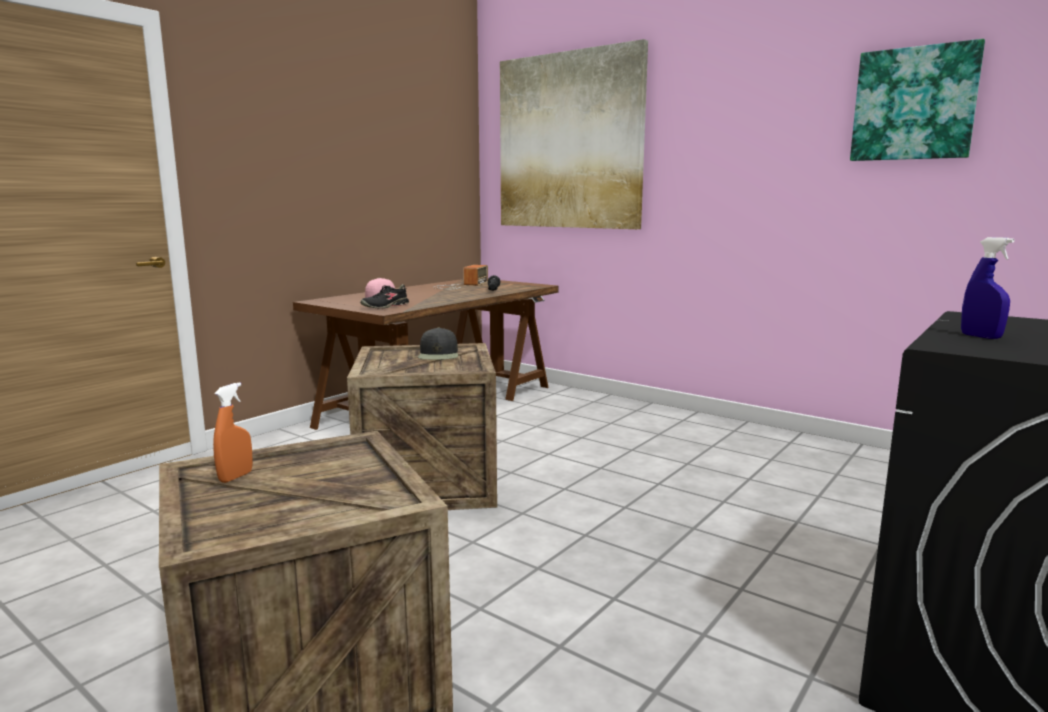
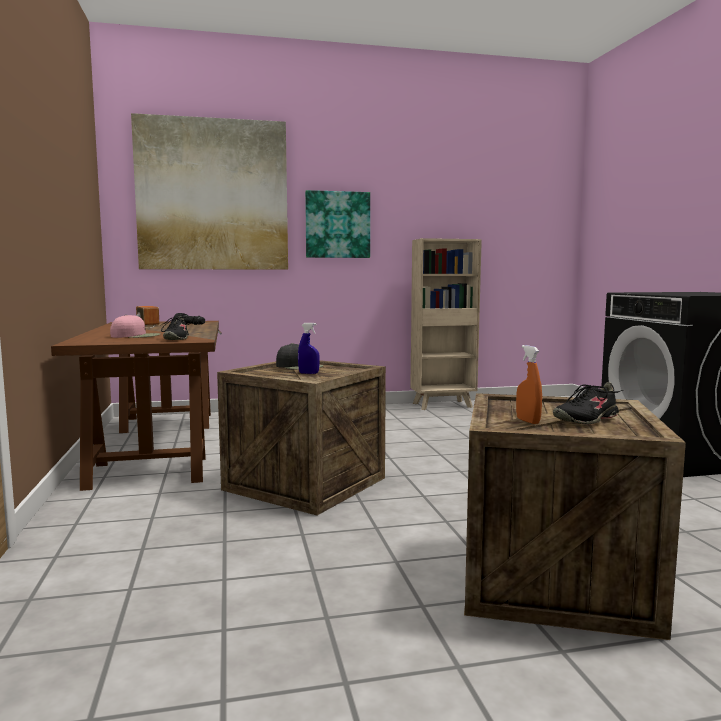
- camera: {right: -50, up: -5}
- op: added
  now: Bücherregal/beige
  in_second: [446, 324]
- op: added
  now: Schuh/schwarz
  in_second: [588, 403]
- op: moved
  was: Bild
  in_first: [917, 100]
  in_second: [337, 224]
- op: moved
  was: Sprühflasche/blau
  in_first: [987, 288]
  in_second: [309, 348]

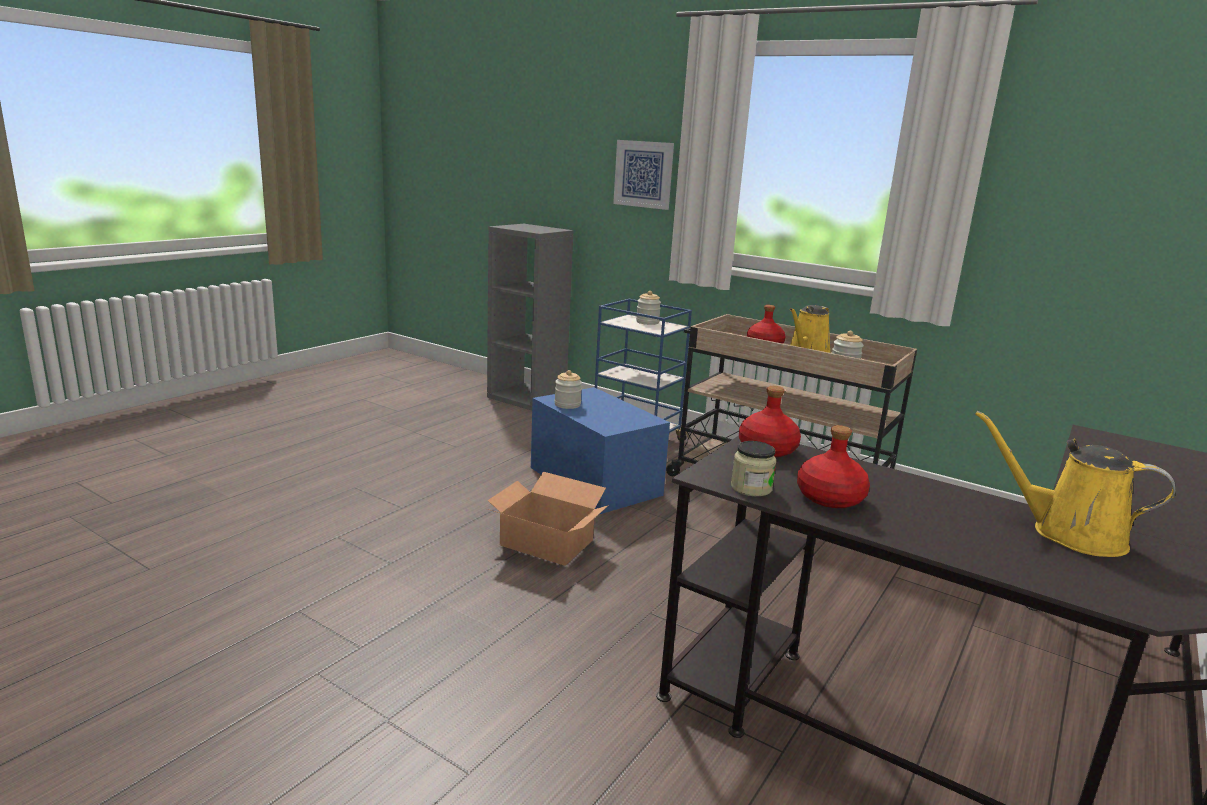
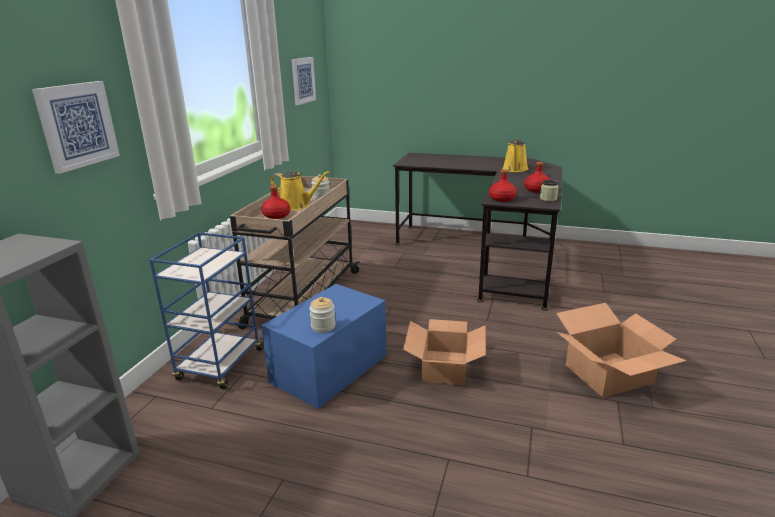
- camera: {right: -105, up: 5}
- op: removed
  was: Vorratsglas
  in_first: [648, 308]
- op: added
  now: Bild
  in_second: [303, 81]
- op: added
  now: Karton
  in_second: [621, 350]

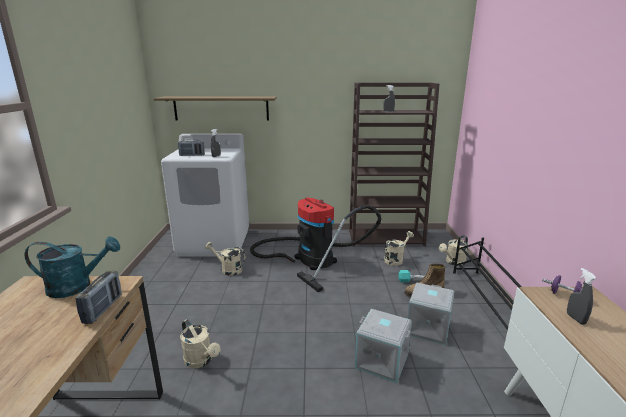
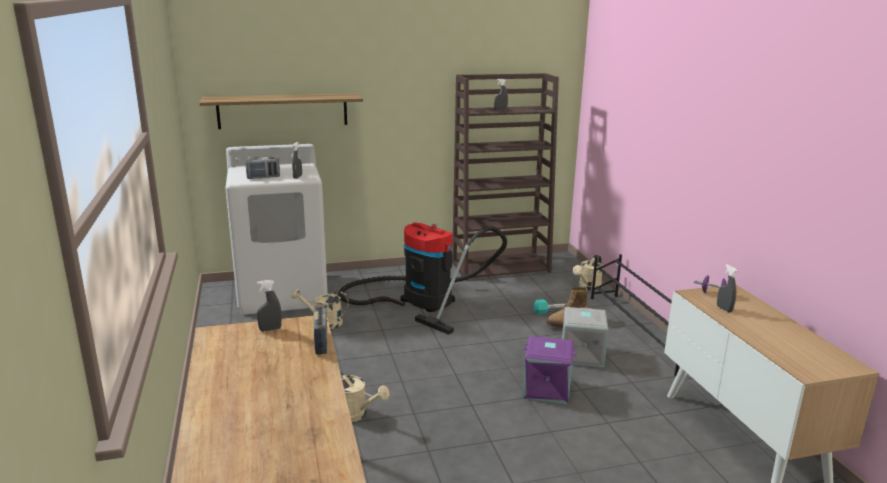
- camera: {right: -15, up: 0}
- op: removed
  was: Gießkanne/beige
  in_first: [399, 248]
- op: replaced
  was: Gießkanne/türkis
  now: Sprühflasche/grau
  in_first: [72, 267]
  in_second: [269, 305]
- op: recoloured
  was: Aufbewahrungsbox/grau
  now: Aufbewahrungsbox/lila
  in_first: [383, 346]
  in_second: [549, 370]

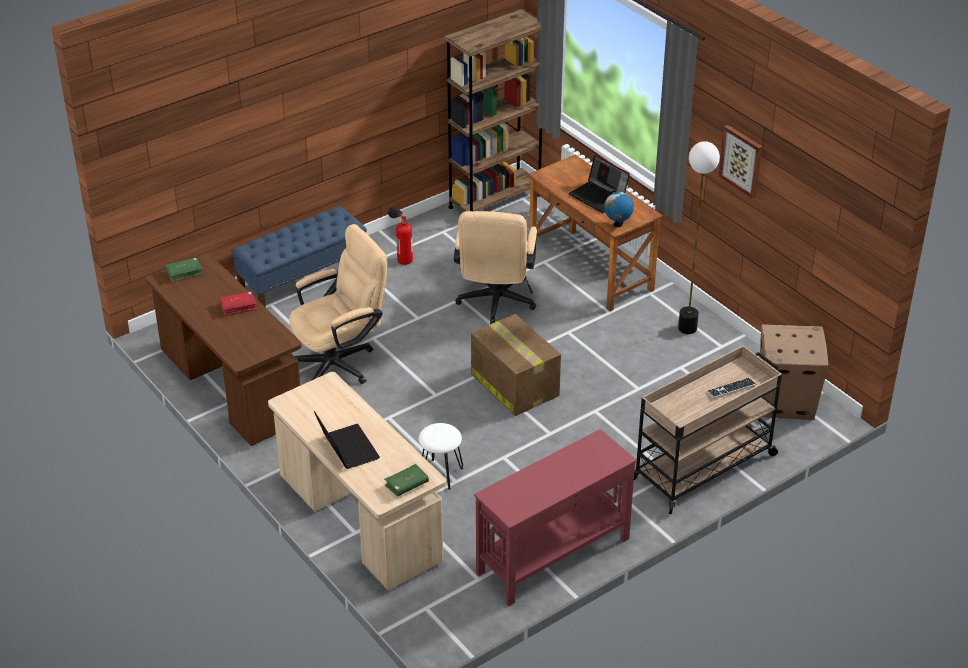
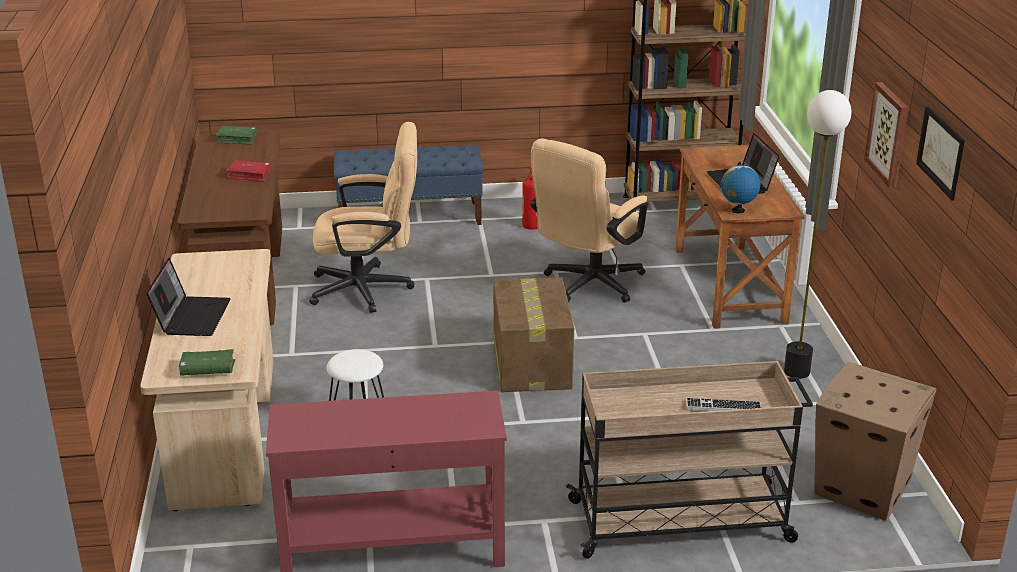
- camera: {right: 30, up: -10}
- op: added
  now: Bild
  in_second: [940, 153]

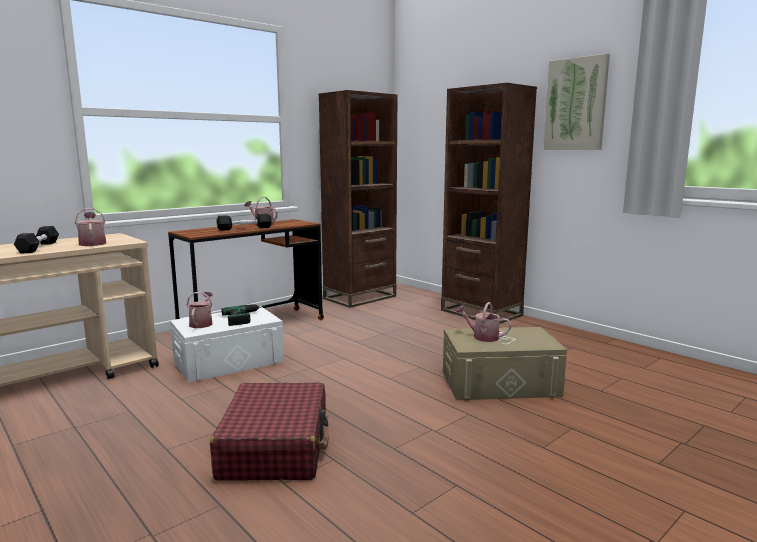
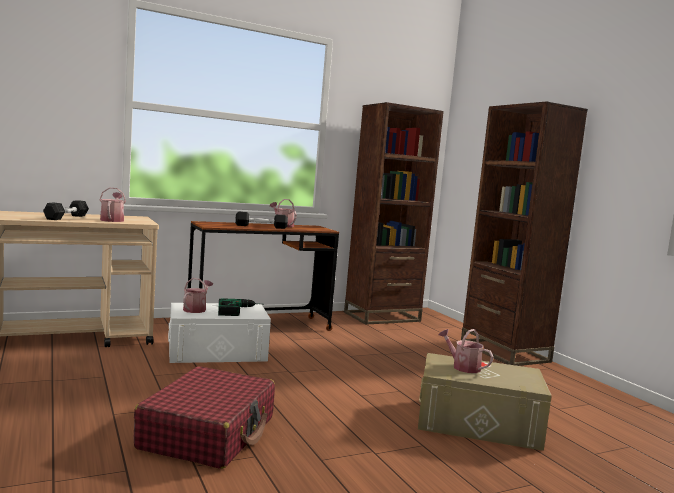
- camera: {right: 15, up: -5}
- op: removed
  was: Bild
  in_first: [576, 102]

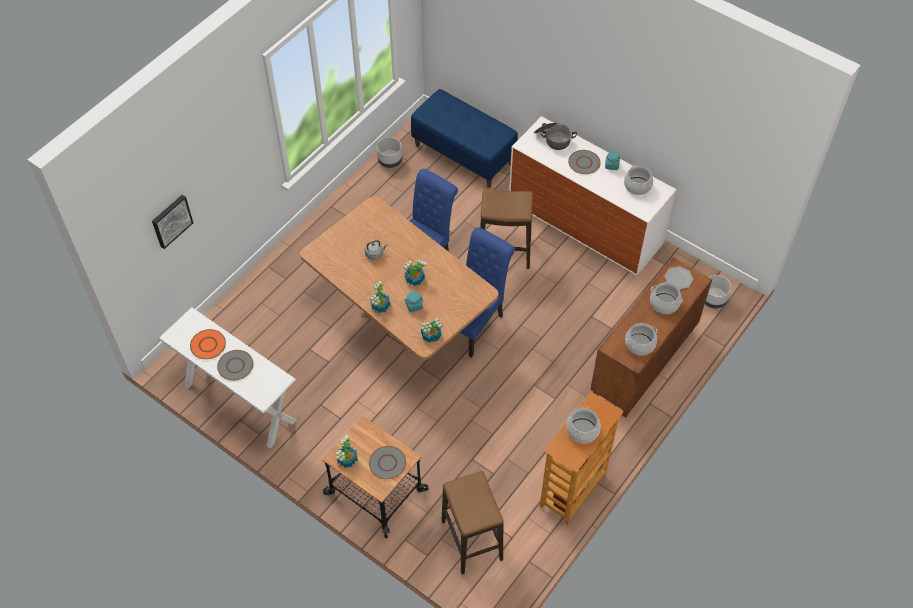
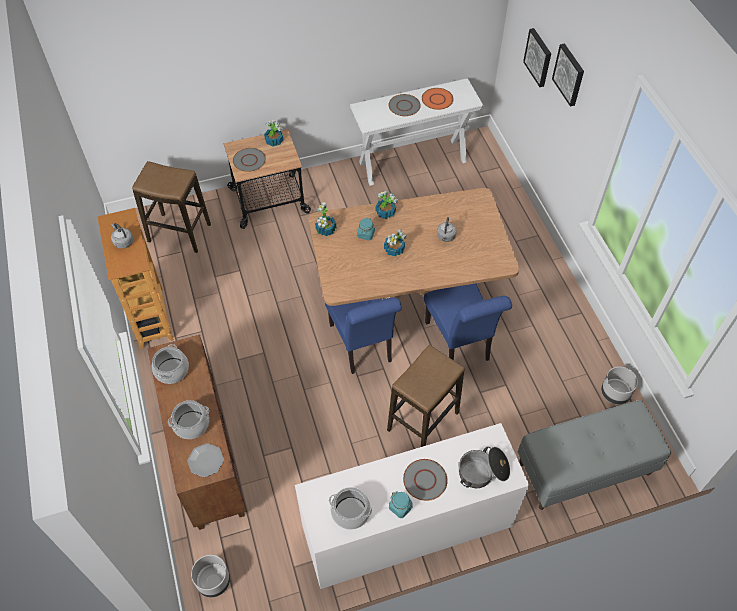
- camera: {right: 125, up: 0}
- op: added
  now: Bild
  in_second: [568, 74]
- op: replaced
  was: Kochtopf
  now: Wasserkessel/grau
  in_first: [583, 424]
  in_second: [122, 236]
- op: recoloured
  was: Bank/blau
  now: Bank/grau
  in_first: [464, 138]
  in_second: [594, 455]

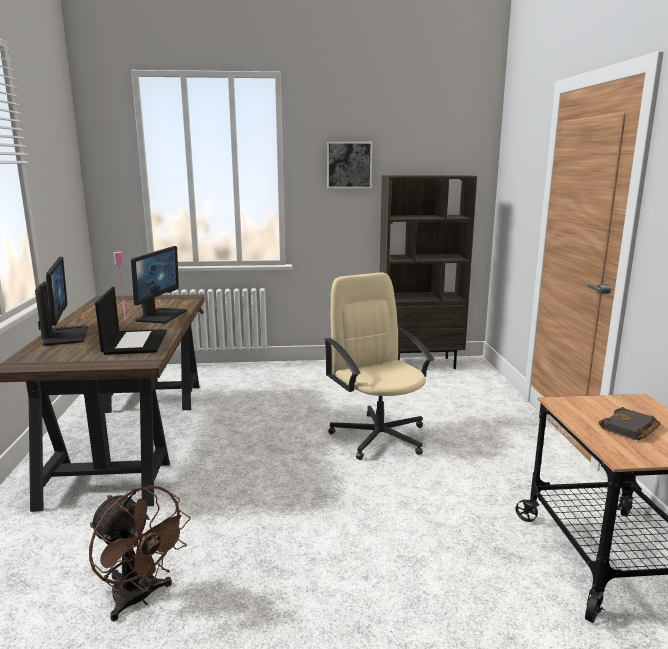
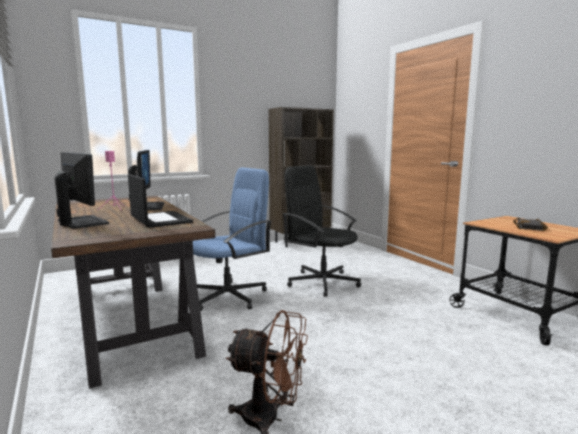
- camera: {right: -25, up: -5}
- op: removed
  was: Bild
  in_first: [349, 165]
- op: added
  now: Bürostuhl/blau
  in_second: [232, 239]
- op: recoloured
  was: Bürostuhl/beige
  now: Bürostuhl/schwarz
  in_first: [379, 366]
  in_second: [322, 231]

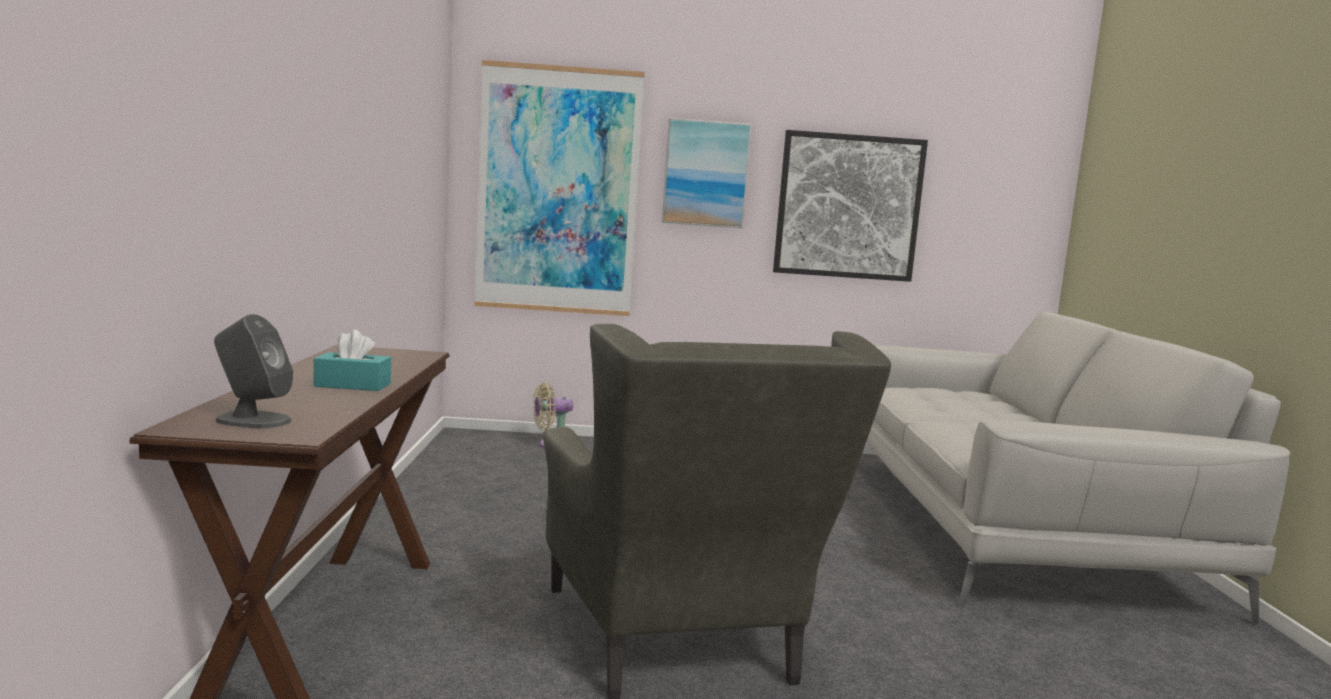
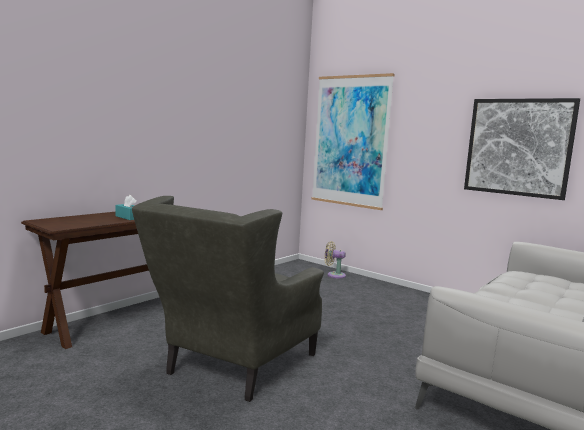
- camera: {right: 40, up: 0}
- op: removed
  was: Lautsprecher/grau
  in_first: [253, 371]
- op: removed
  was: Bild
  in_first: [707, 173]

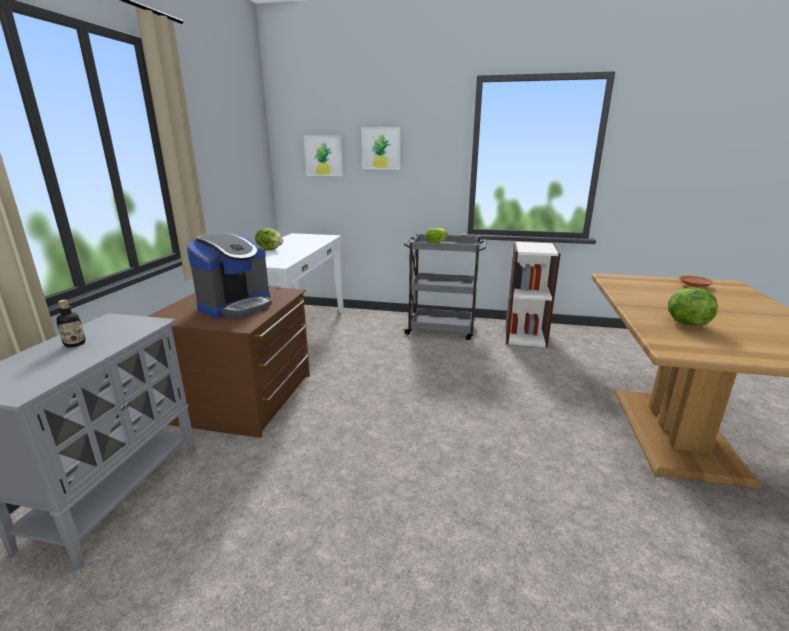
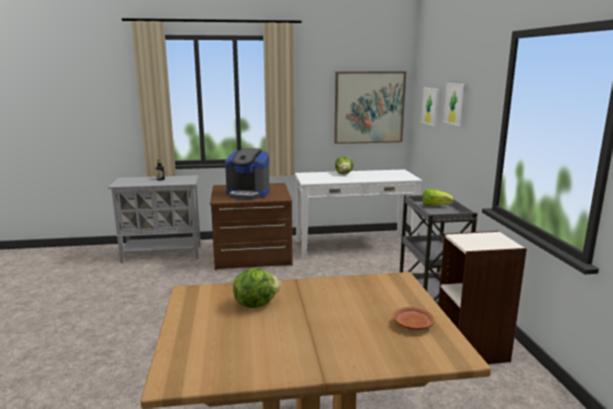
- camera: {right: 70, up: -5}
- op: added
  now: Bild
  in_second: [370, 107]

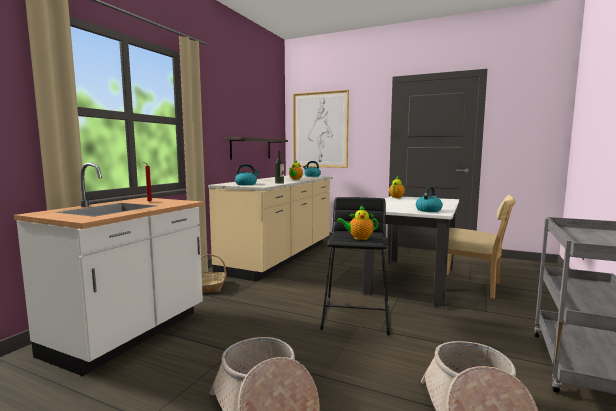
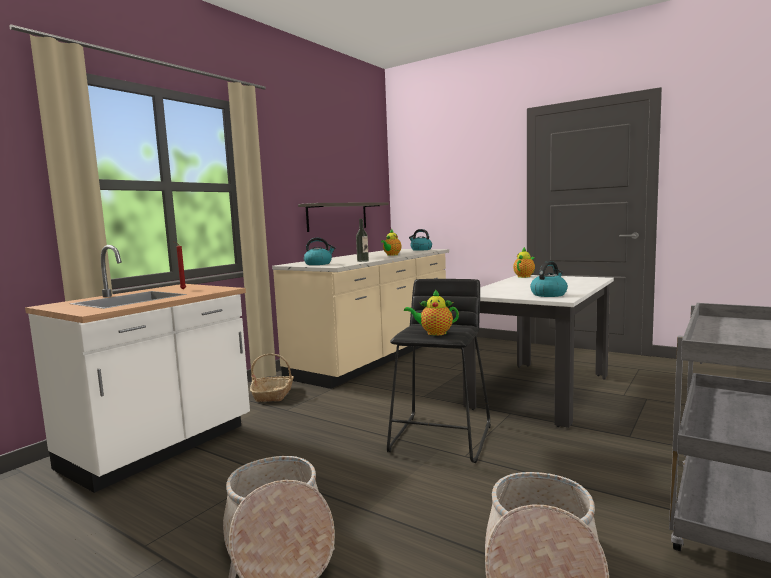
- camera: {right: 10, up: 0}
- op: removed
  was: Bild
  in_first: [321, 129]
- op: removed
  was: Stuhl/beige
  in_first: [481, 247]

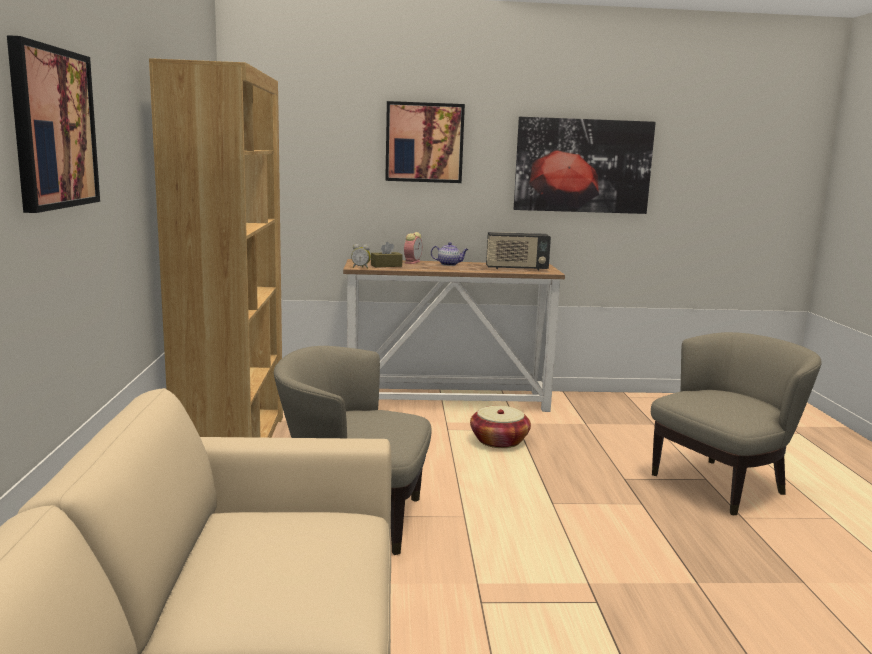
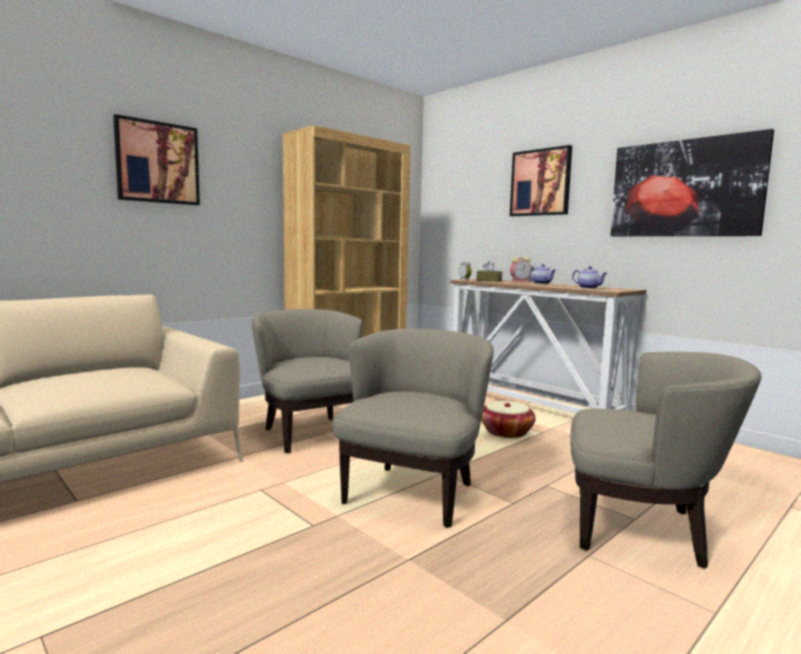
- camera: {right: 50, up: -5}
- op: added
  now: Sessel/beige
  in_second: [413, 428]
- op: replaced
  was: Radio
  now: Teekanne
  in_first: [518, 251]
  in_second: [589, 277]

